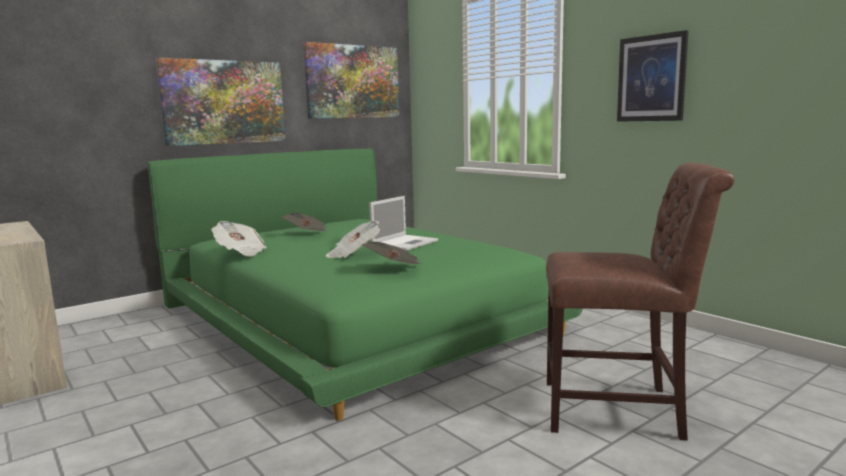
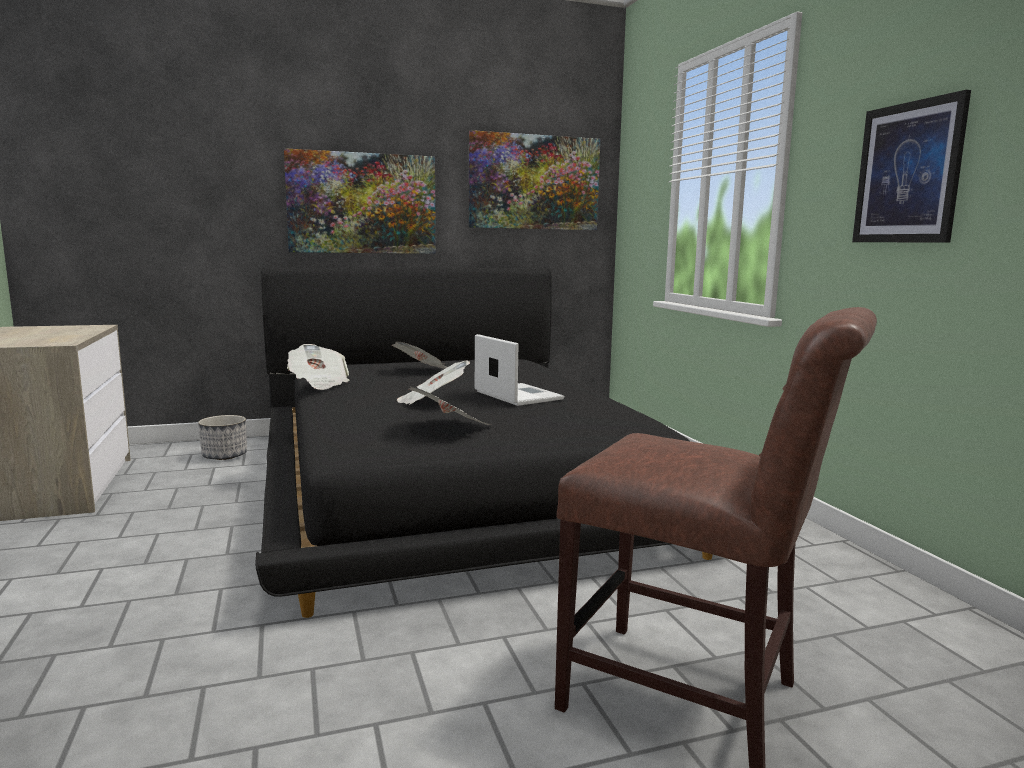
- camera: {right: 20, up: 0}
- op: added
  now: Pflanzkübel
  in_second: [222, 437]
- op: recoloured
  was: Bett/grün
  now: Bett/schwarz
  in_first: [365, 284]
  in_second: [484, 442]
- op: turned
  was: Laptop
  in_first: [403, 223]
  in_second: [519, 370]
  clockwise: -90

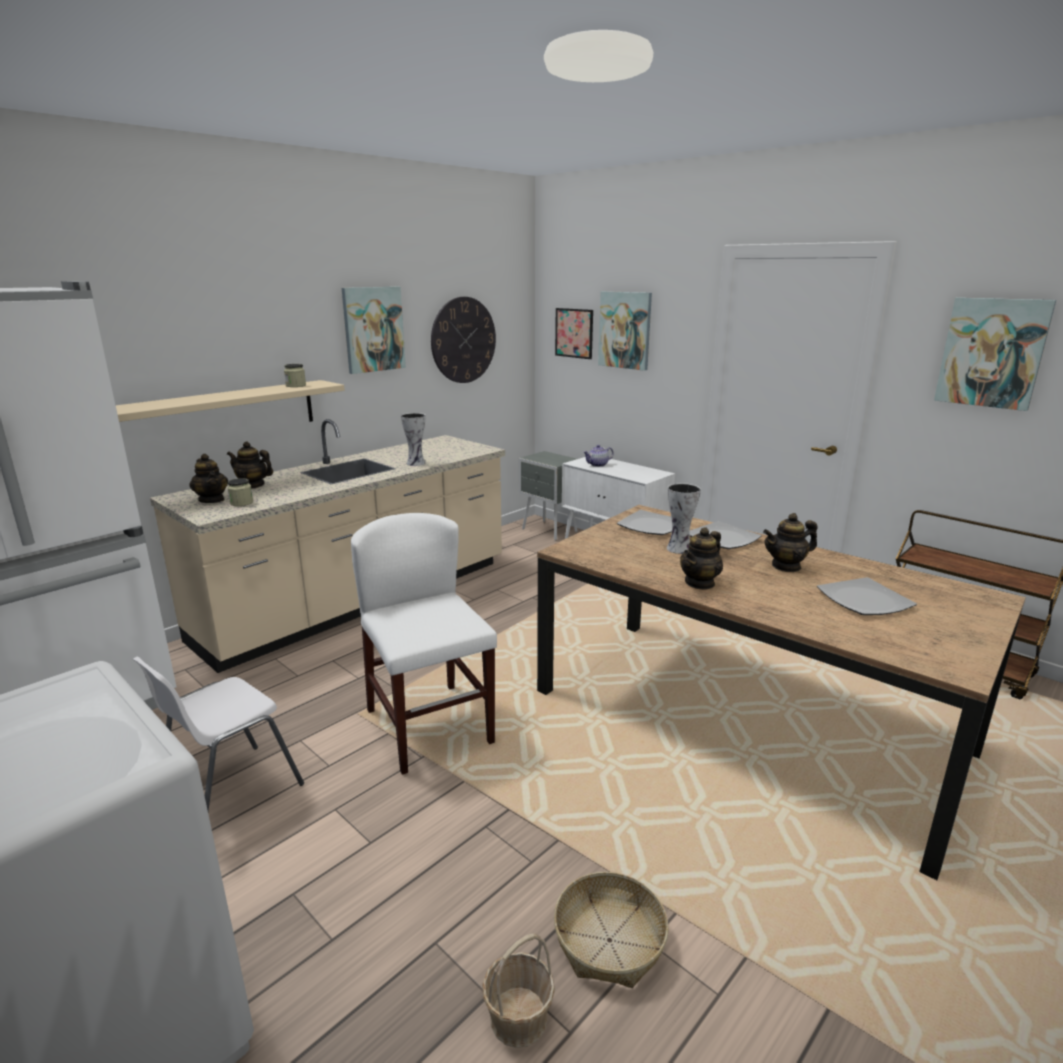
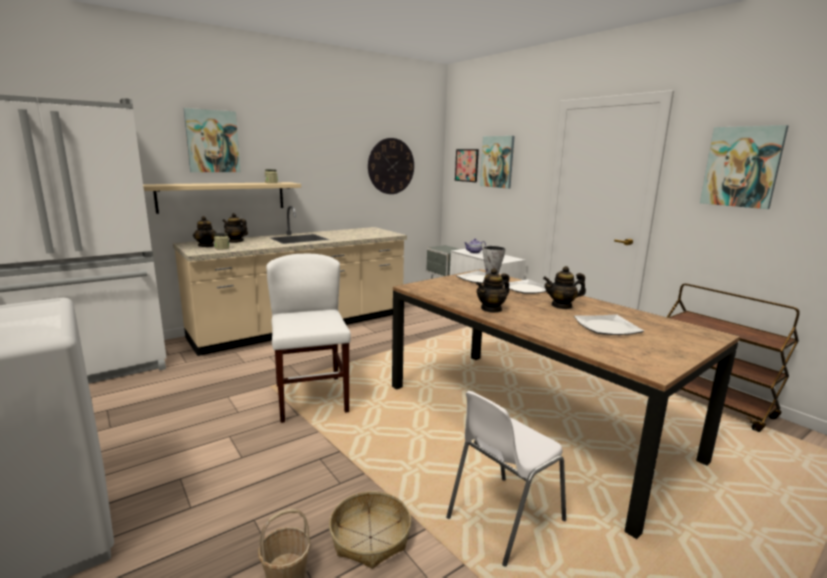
- camera: {right: 10, up: -5}
- op: removed
  was: Vase
  in_first: [413, 439]
- op: moved
  was: Stuhl/weiß
  in_first: [218, 734]
  in_second: [506, 479]
- op: moved
  was: Bild
  in_first: [374, 330]
  in_second: [212, 140]

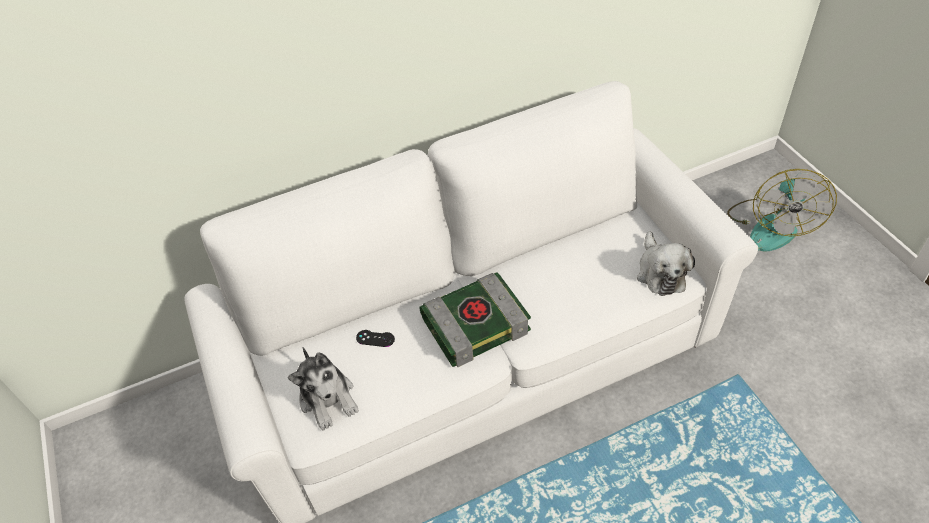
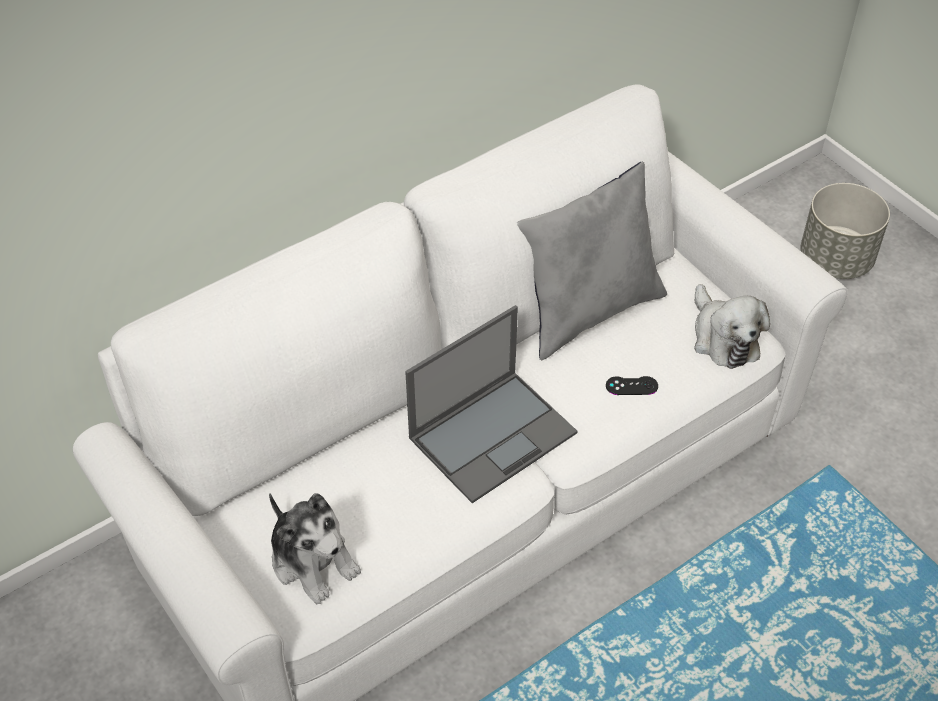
- camera: {right: -15, up: 0}
- op: added
  now: Kissen/grau
  in_second: [592, 260]
- op: moved
  was: Gamepad/schwarz
  in_first: [375, 338]
  in_second: [632, 385]
- op: replaced
  was: Buch
  now: Laptop
  in_first: [475, 319]
  in_second: [491, 404]
- op: replaced
  was: Ventilator
  now: Pflanzkübel/grau
  in_first: [782, 210]
  in_second: [845, 231]

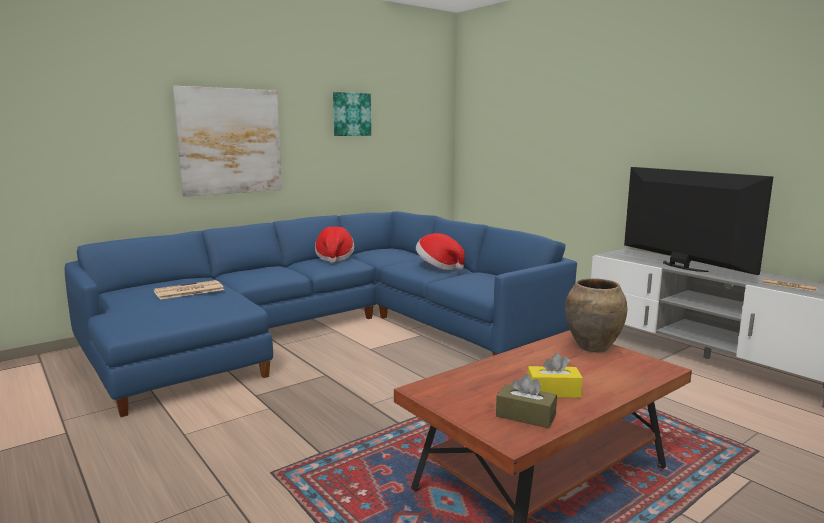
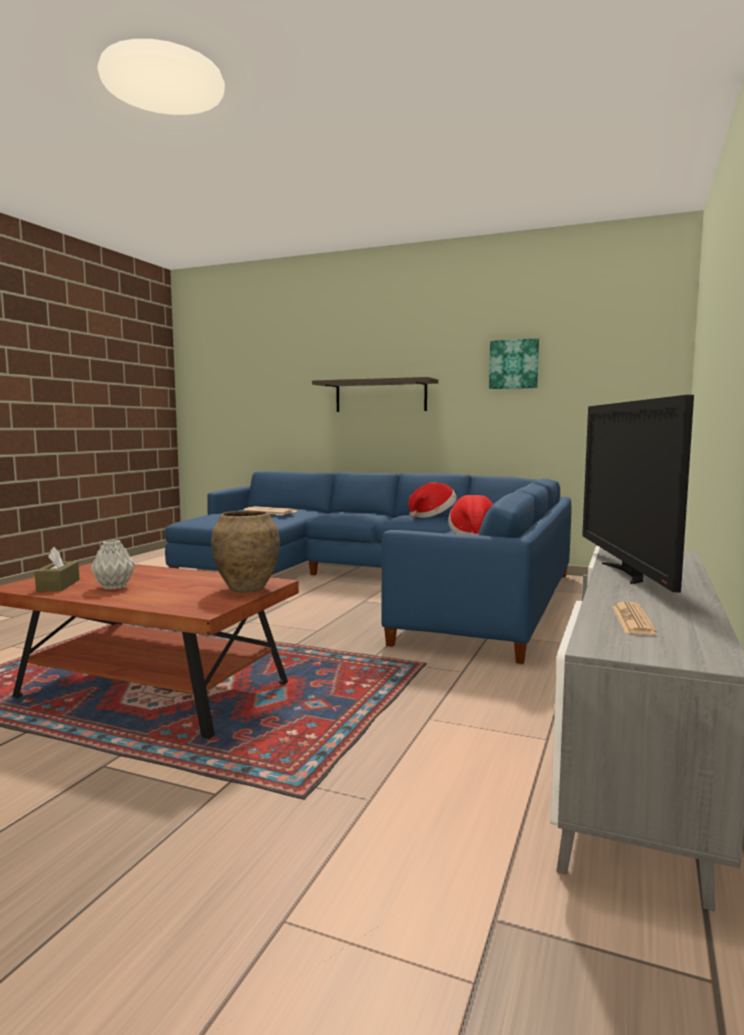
- camera: {right: 60, up: -5}
- op: replaced
  was: Bild
  now: Wandregal
  in_first: [227, 141]
  in_second: [375, 394]
- op: replaced
  was: Taschentuchbox/gelb
  now: Vase/grau
  in_first: [555, 375]
  in_second: [113, 565]
- op: turned
  was: Fernseher
  in_first: [699, 221]
  in_second: [638, 493]
  clockwise: 150

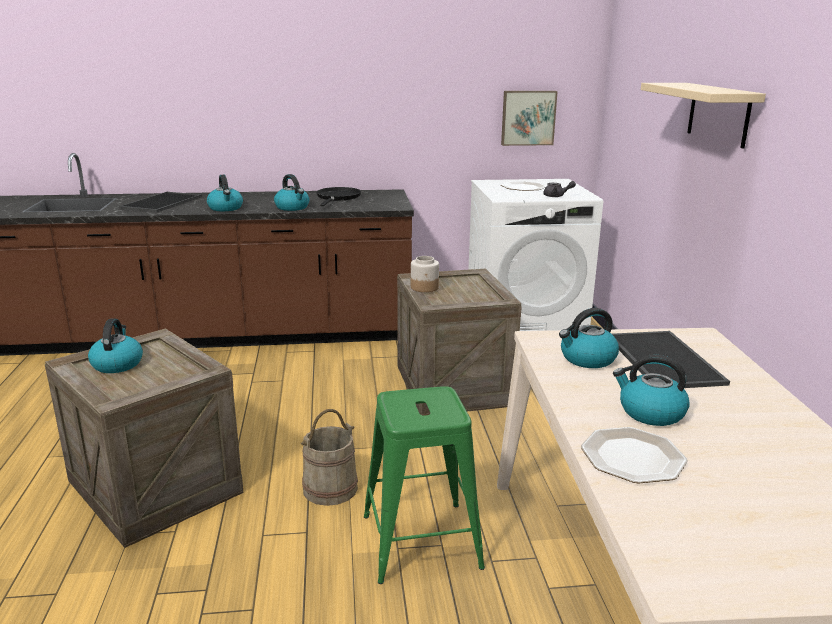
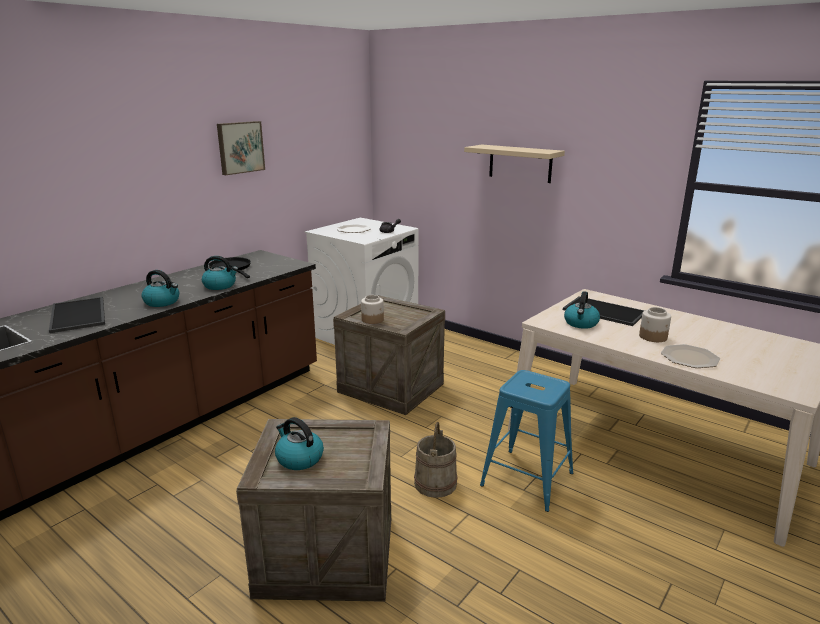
- camera: {right: -45, up: 0}
- op: moved
  was: Bild
  in_first: [529, 118]
  in_second: [241, 148]
- op: replaced
  was: Wasserkessel
  now: Vorratsglas
  in_first: [651, 390]
  in_second: [655, 324]
- op: recoloured
  was: Hocker/grün
  now: Hocker/blau
  in_first: [424, 485]
  in_second: [526, 441]

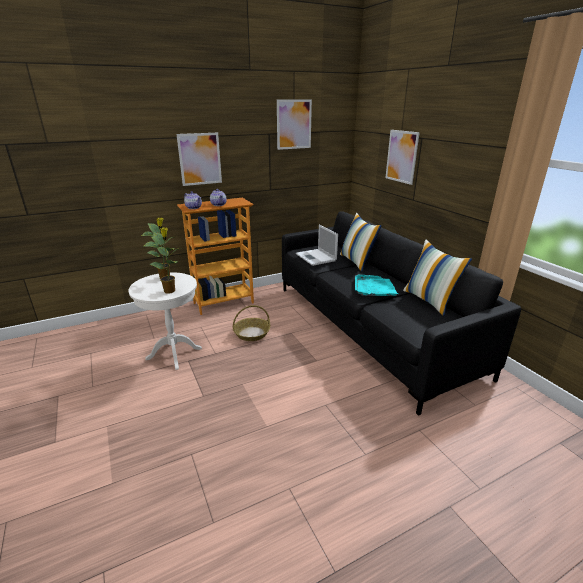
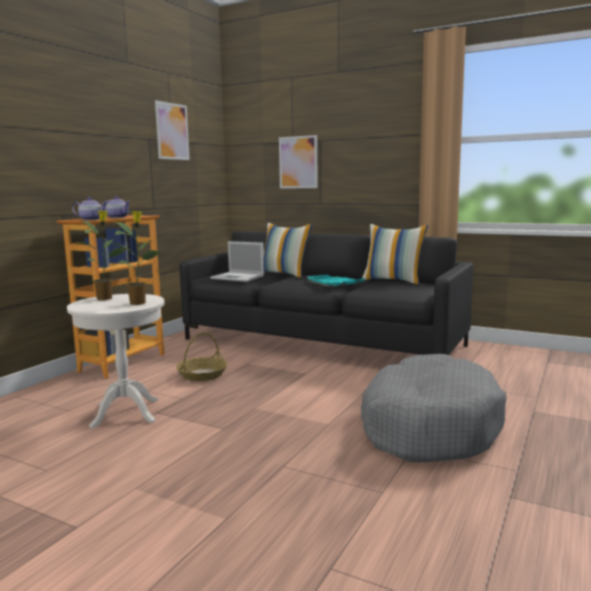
- camera: {right: -35, up: -15}
- op: removed
  was: Bild
  in_first: [199, 159]
- op: added
  now: Hundebett/grau
  in_second: [434, 408]

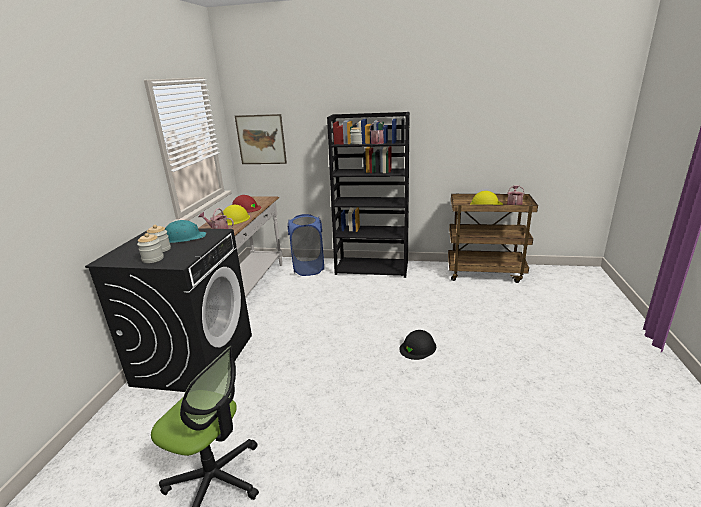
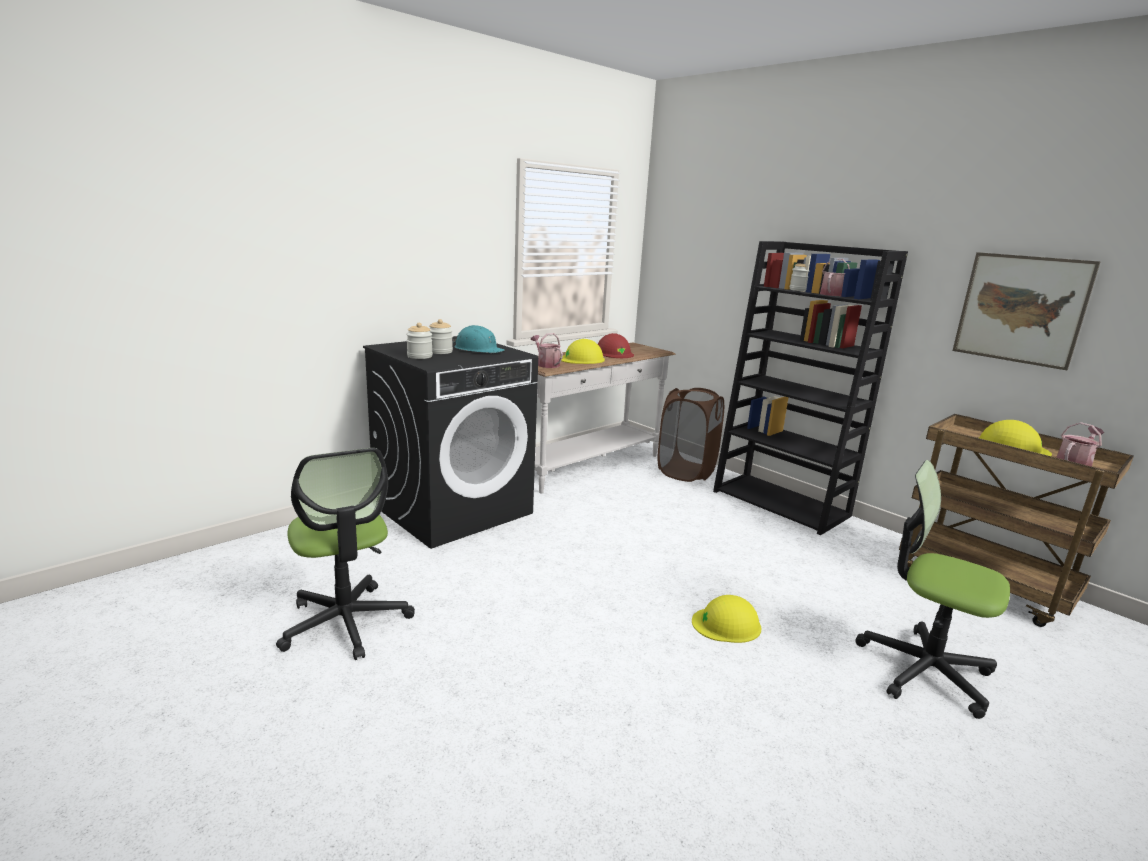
- camera: {right: 35, up: -5}
- op: added
  now: Bürostuhl
  in_second: [932, 589]
- op: moved
  was: Bild
  in_first: [261, 139]
  in_second: [1026, 311]
- op: recoloured
  was: Wäschekorb/blau
  now: Wäschekorb/braun
  in_first: [306, 245]
  in_second: [691, 435]
- op: recoloured
  was: Schutzhelm/schwarz
  now: Schutzhelm/gelb
  in_first: [417, 345]
  in_second: [726, 619]

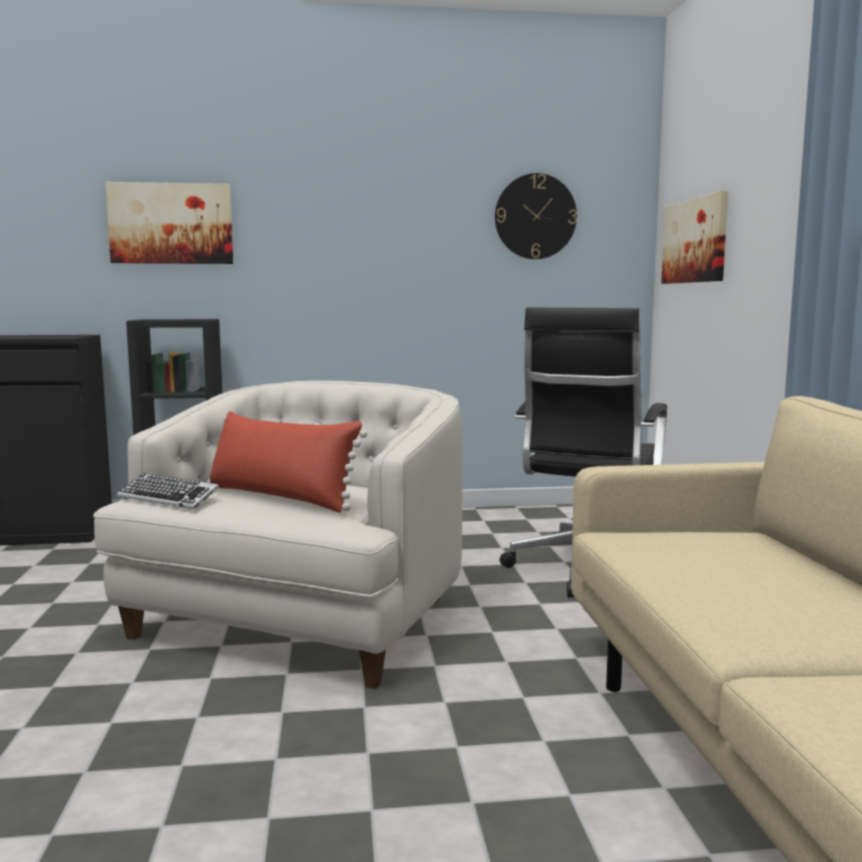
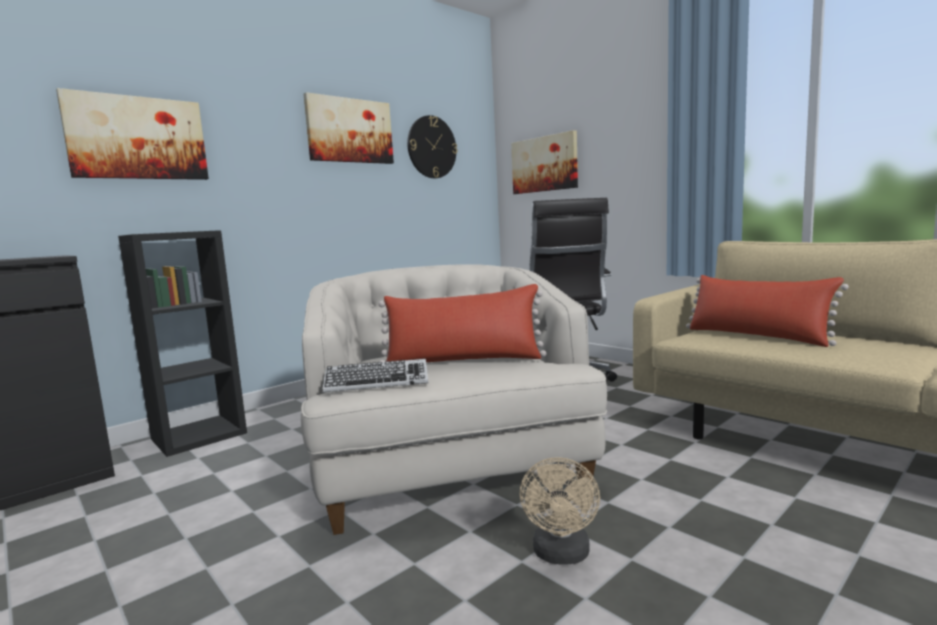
- camera: {right: -35, up: 0}
- op: added
  now: Bild
  in_second: [349, 128]
- op: added
  now: Ventilator/beige
  in_second: [560, 511]
- op: added
  now: Kissen/rot
  in_second: [767, 311]

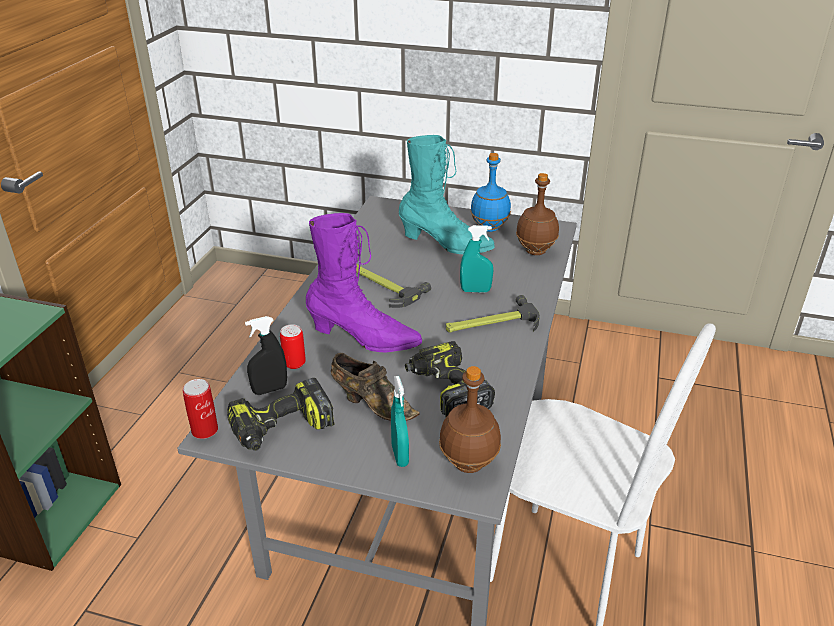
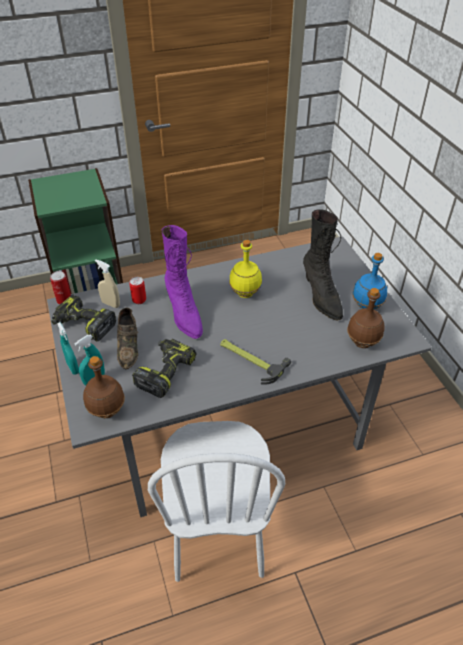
- camera: {right: 55, up: 10}
- op: moved
  was: Sprühflasche/türkis
  in_first: [476, 259]
  in_second: [68, 348]
- op: replaced
  was: Hammer
  now: Flasche/gelb
  in_first: [393, 285]
  in_second: [245, 269]
- op: recoloured
  was: Sprühflasche/schwarz
  now: Sprühflasche/beige
  in_first: [266, 355]
  in_second: [107, 283]
- op: recoloured
  was: Stiefel/türkis
  now: Stiefel/schwarz
  in_first: [447, 194]
  in_second: [323, 264]

